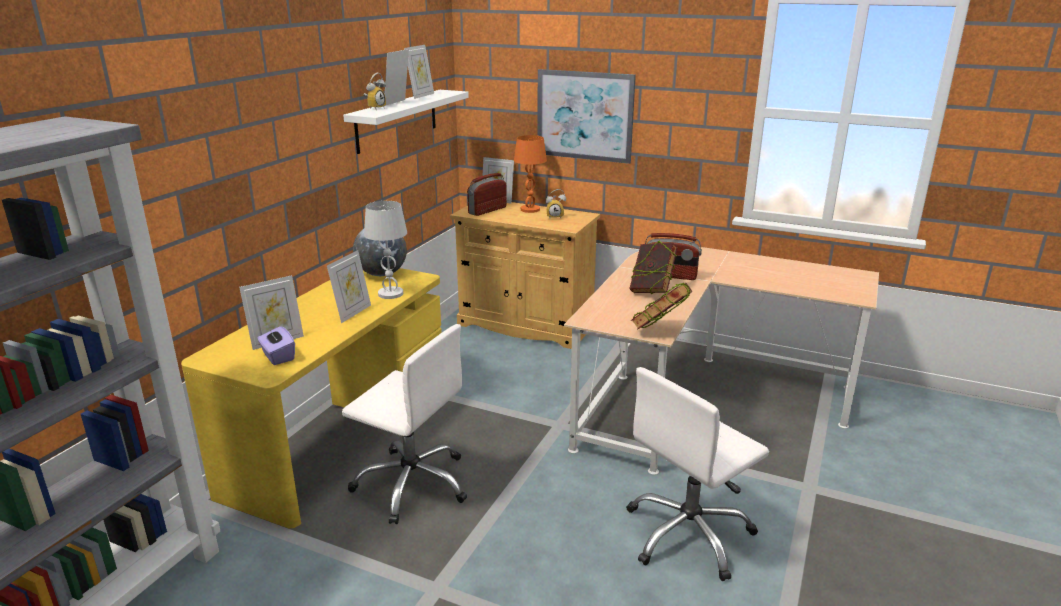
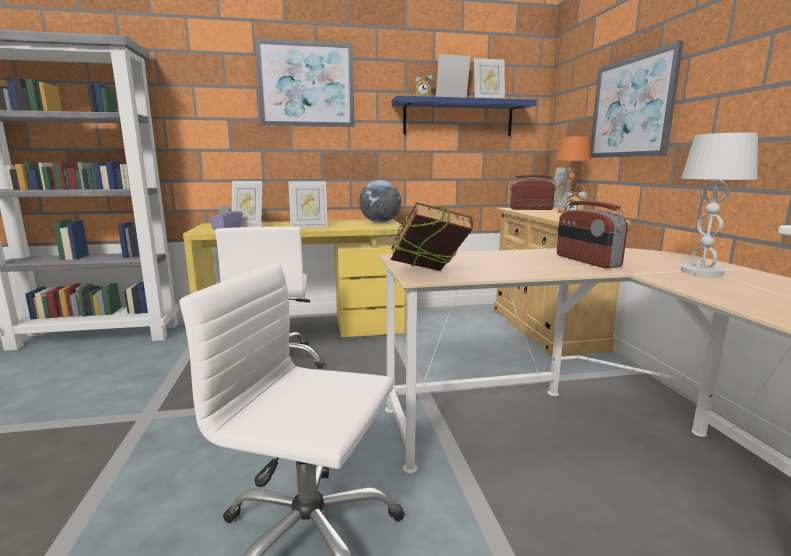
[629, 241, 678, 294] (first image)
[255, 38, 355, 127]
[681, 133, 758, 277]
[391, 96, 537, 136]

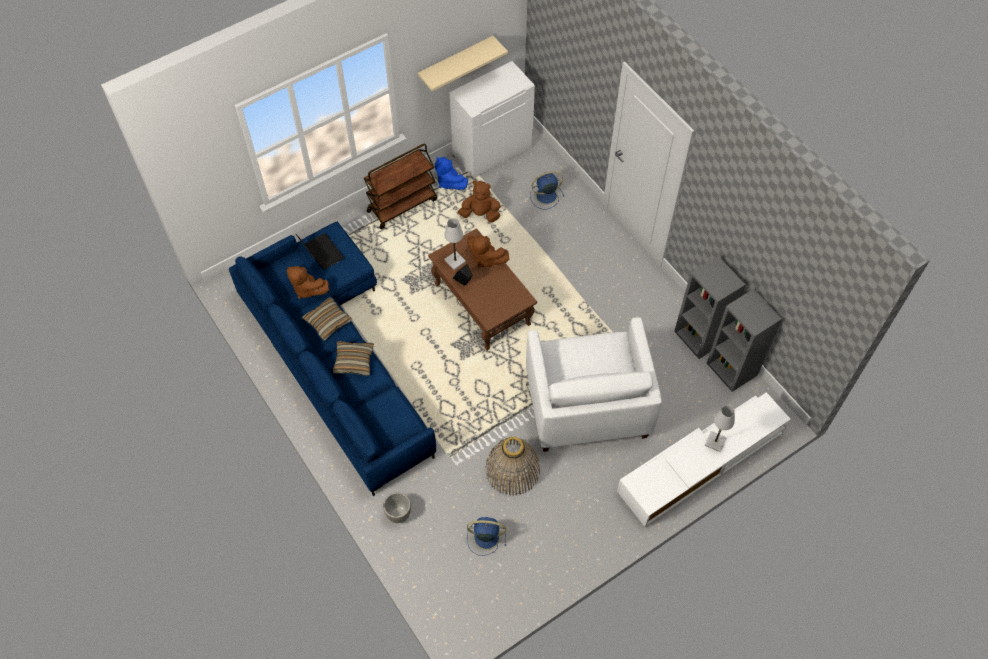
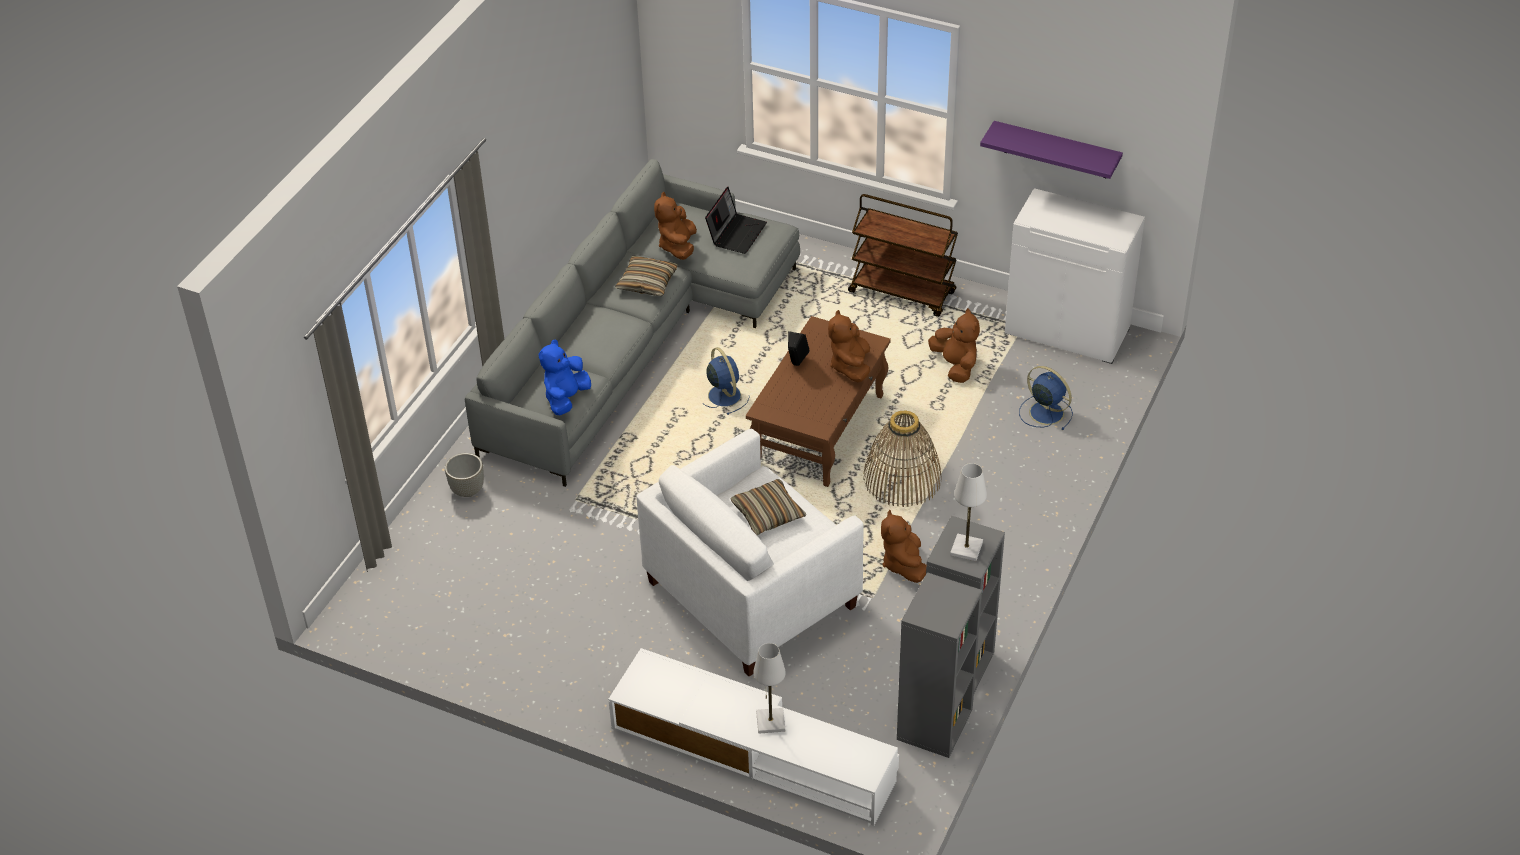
[881, 510, 926, 583]
[730, 479, 806, 535]
[539, 339, 591, 415]
[950, 463, 987, 561]
[704, 347, 750, 415]
[863, 410, 941, 507]
[465, 159, 800, 487]
[980, 121, 1123, 179]

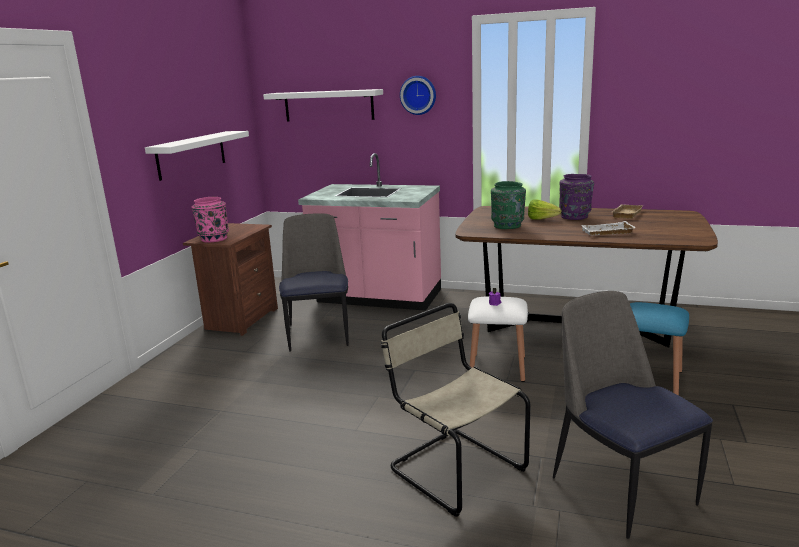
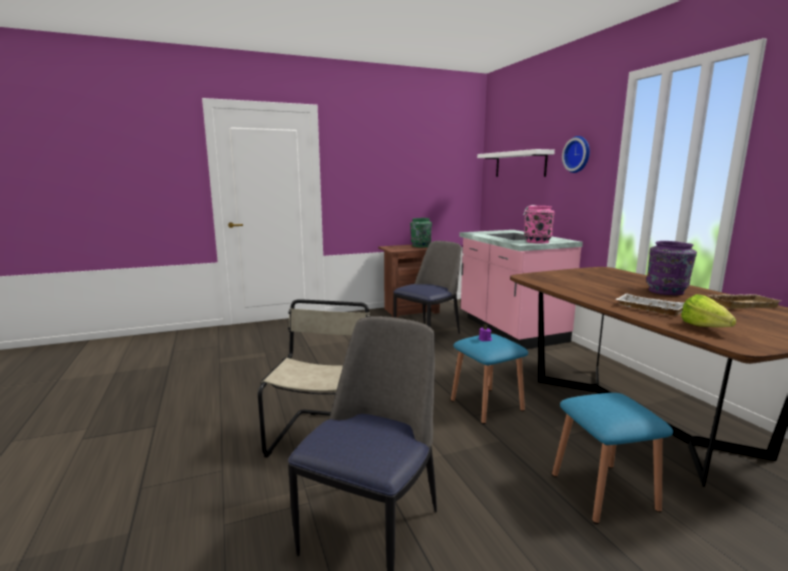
[145, 131, 249, 181] (first image)
[524, 206, 555, 244]
[410, 218, 432, 247]
[681, 294, 736, 327]
[451, 334, 528, 424]

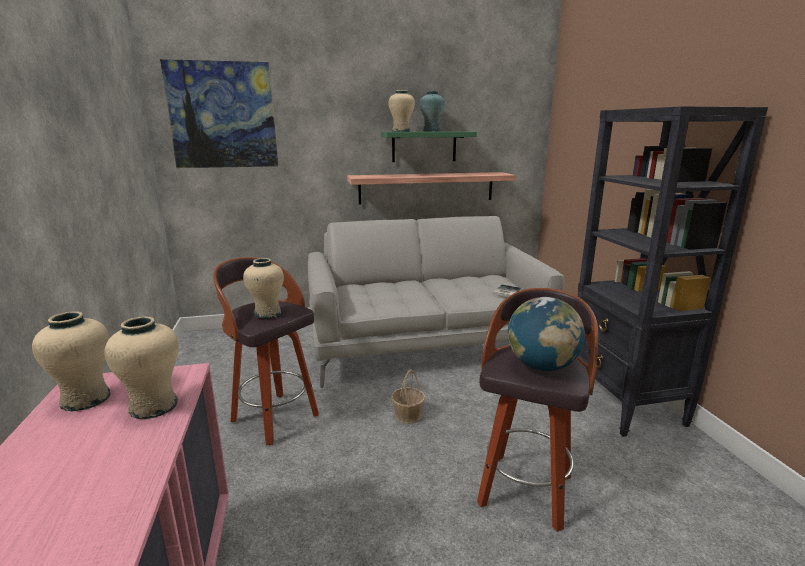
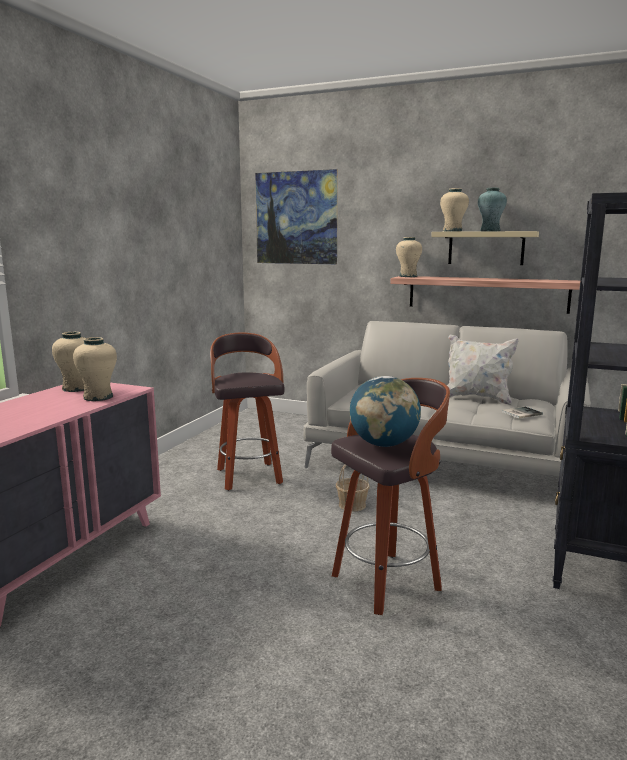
[447, 334, 519, 405]
[396, 237, 422, 277]
[431, 231, 539, 265]

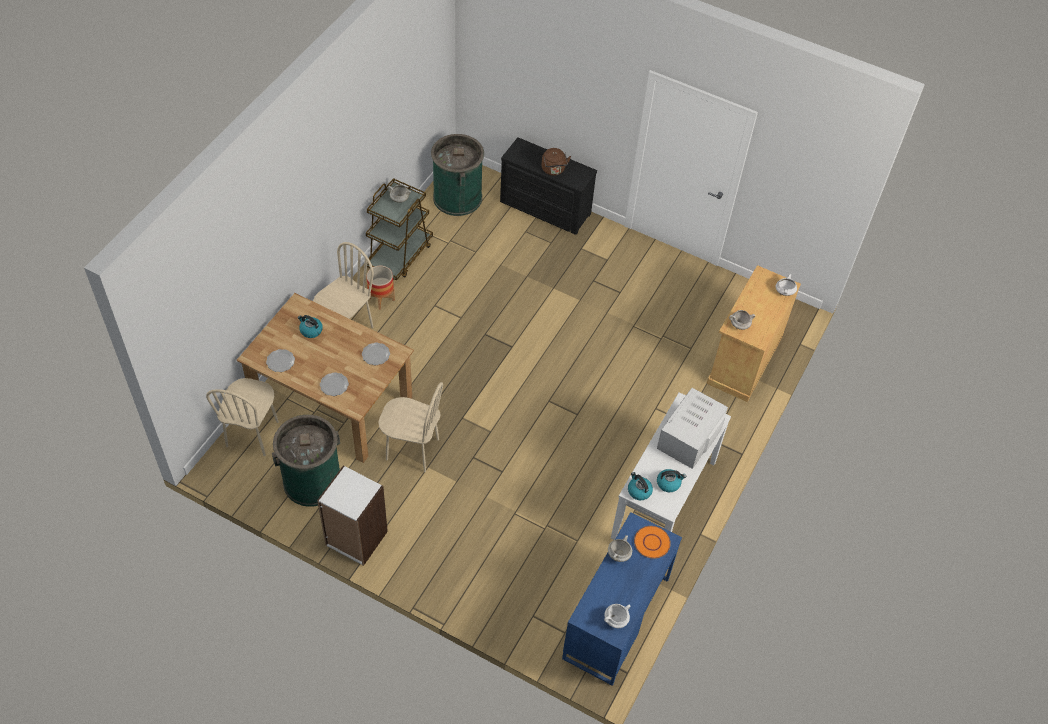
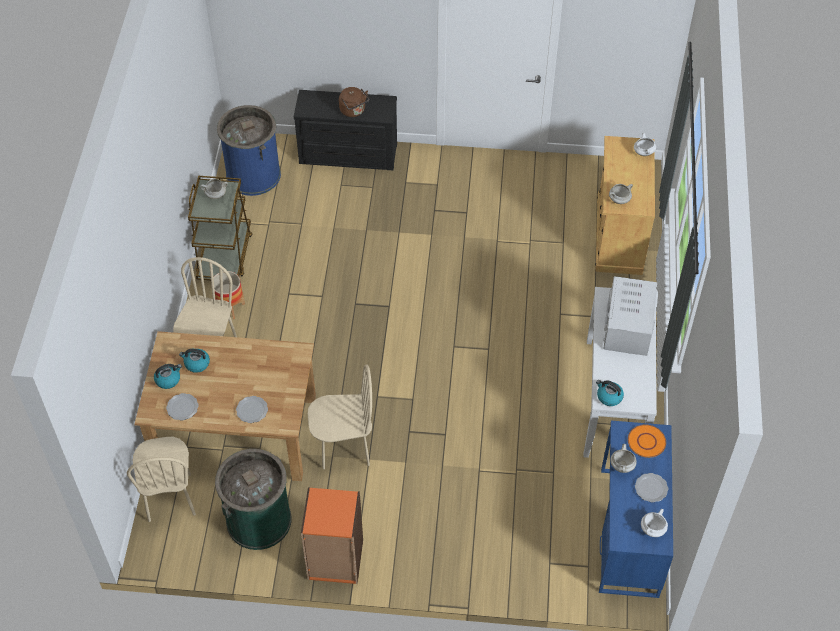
[635, 473, 668, 502]
[154, 364, 182, 389]
[301, 487, 363, 584]
[217, 105, 281, 196]

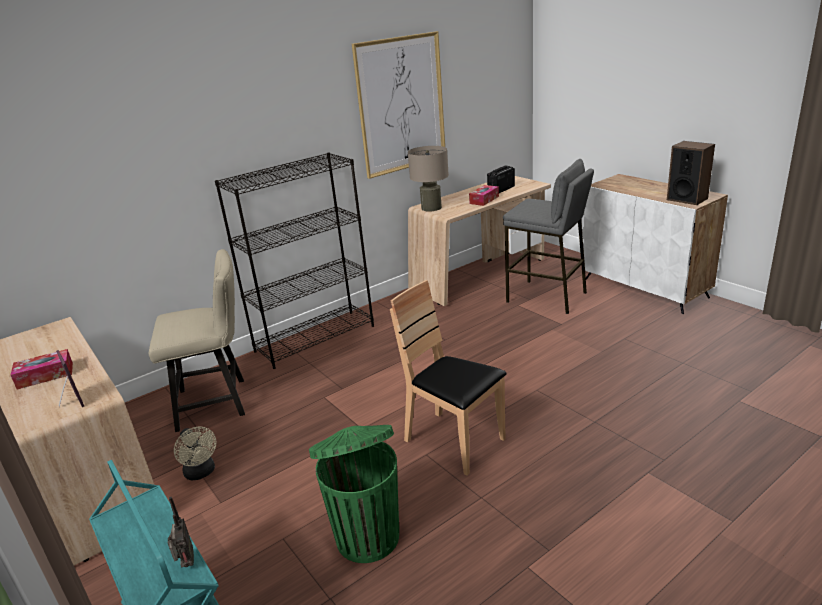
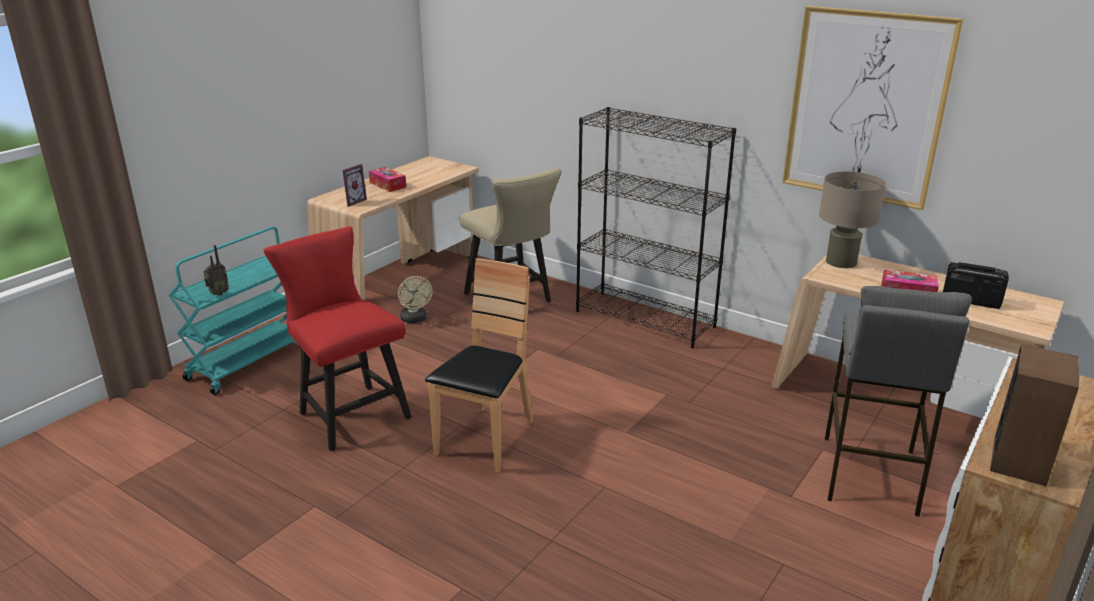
[264, 226, 412, 451]
[398, 276, 433, 323]

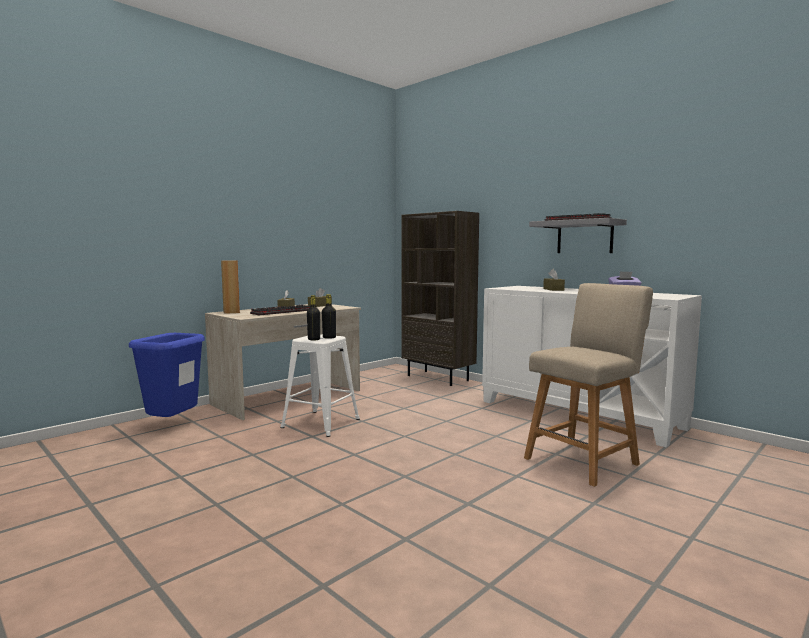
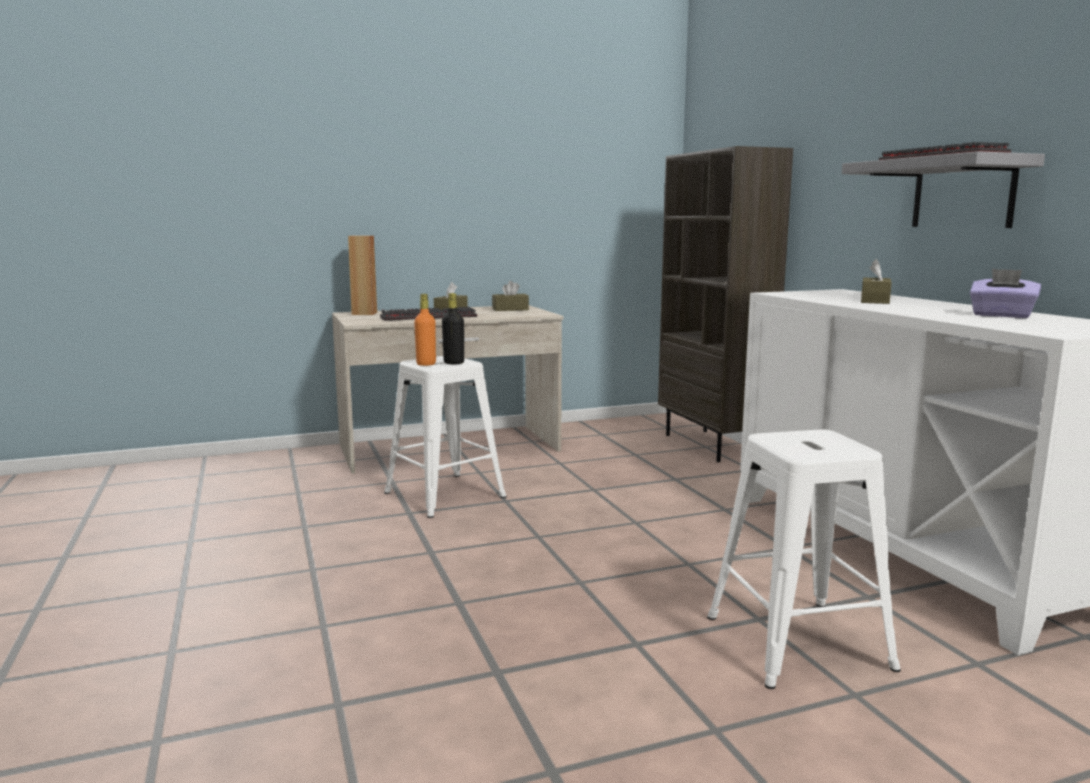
[129, 333, 205, 417] (first image)
[707, 429, 901, 689]
[414, 294, 436, 366]

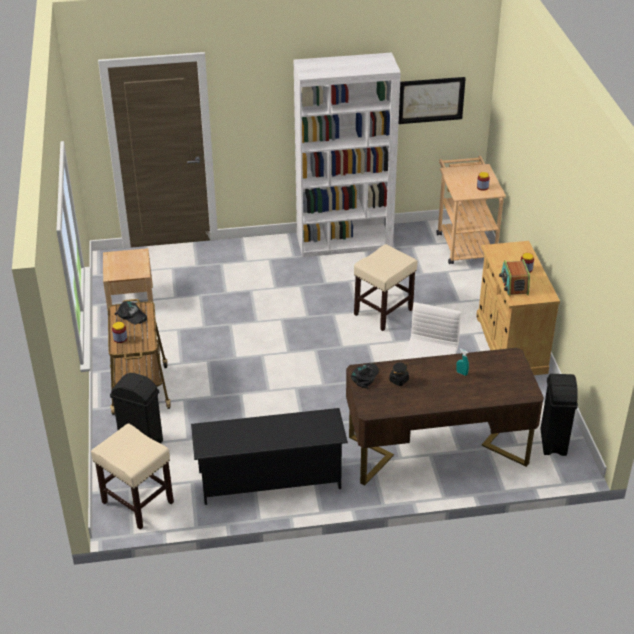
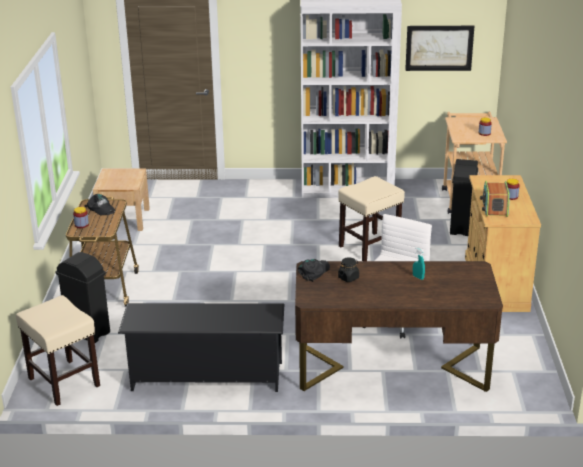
[450, 159, 478, 236]

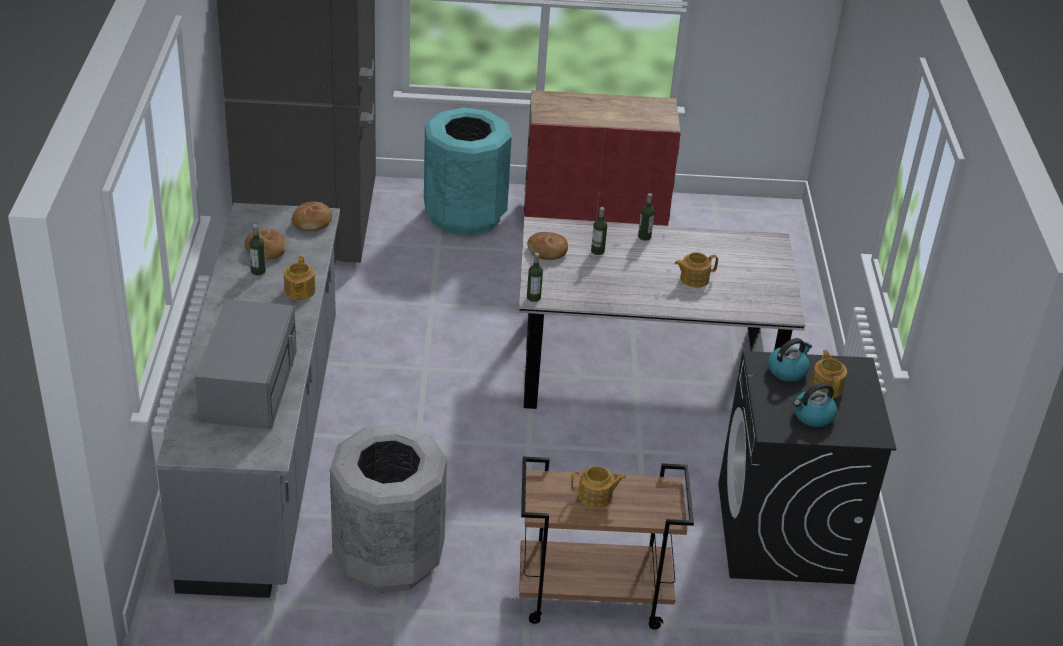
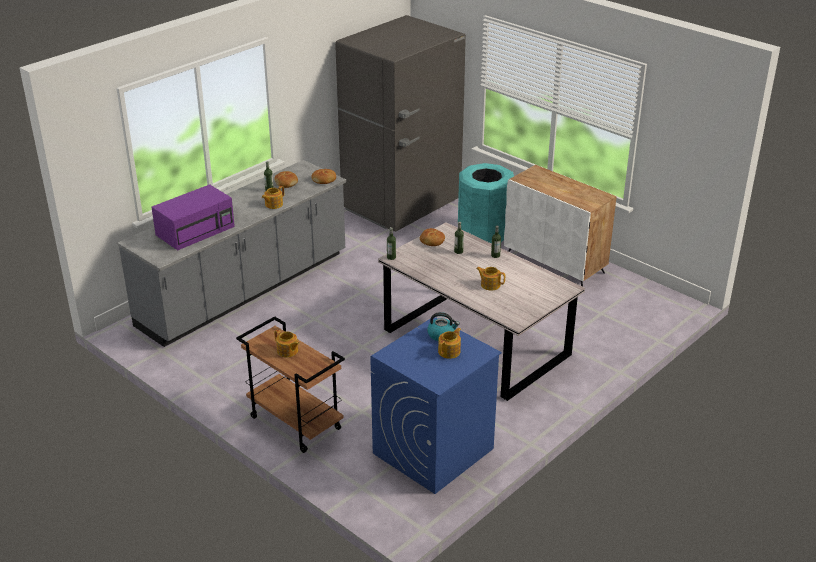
[330, 424, 447, 593] (first image)
[793, 383, 837, 427] (first image)
[151, 184, 235, 250]
[504, 165, 617, 287]
[370, 317, 502, 494]

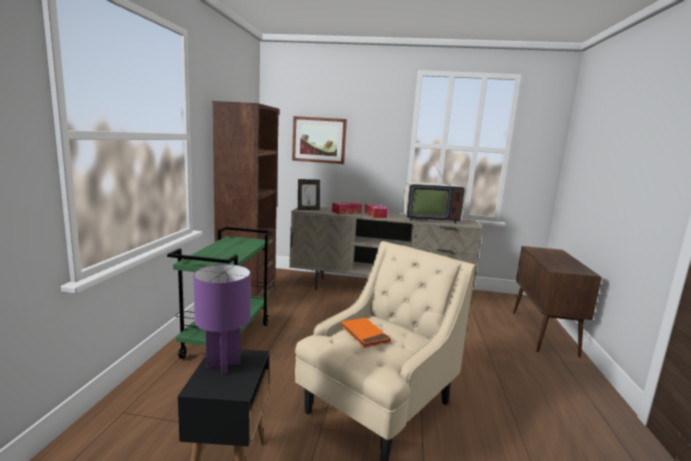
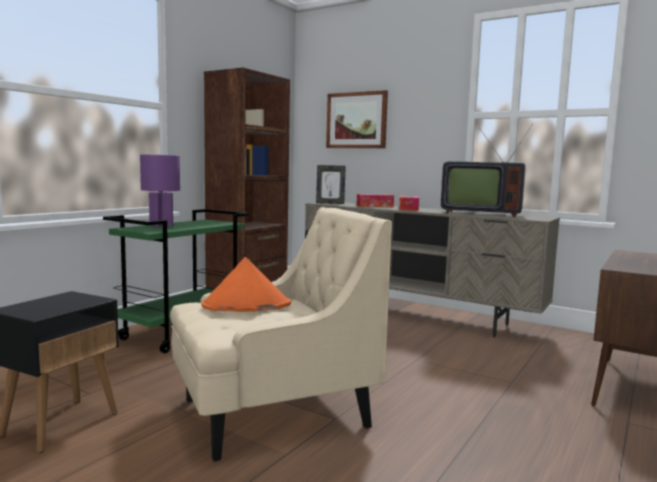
[140, 154, 180, 227]
[201, 257, 291, 312]

